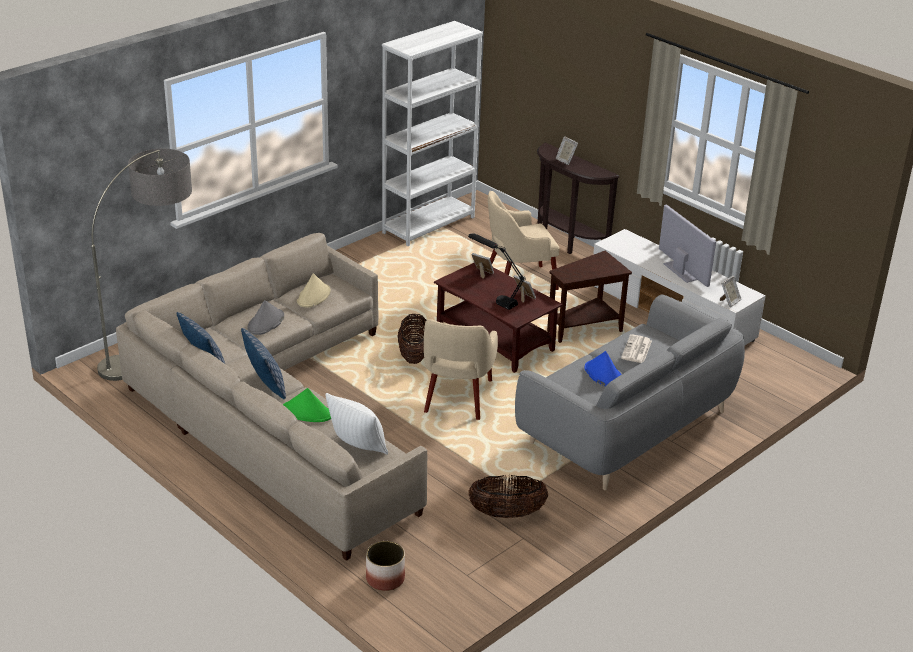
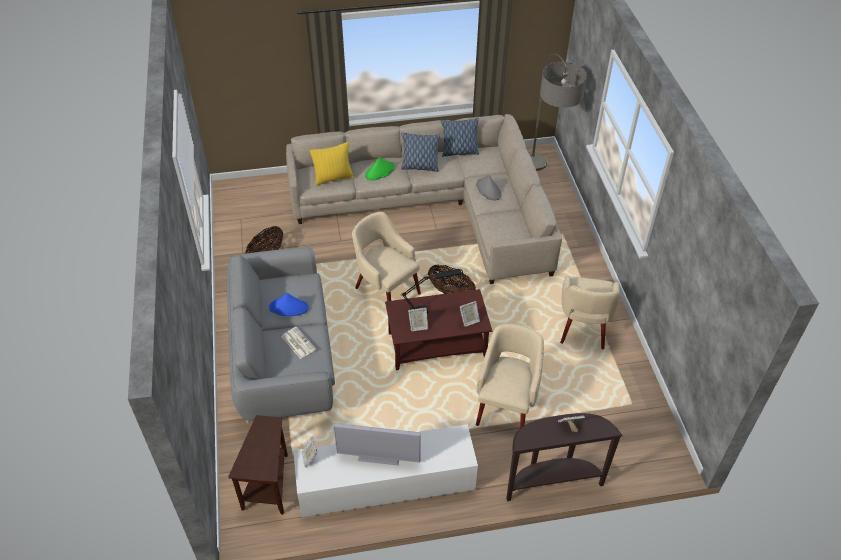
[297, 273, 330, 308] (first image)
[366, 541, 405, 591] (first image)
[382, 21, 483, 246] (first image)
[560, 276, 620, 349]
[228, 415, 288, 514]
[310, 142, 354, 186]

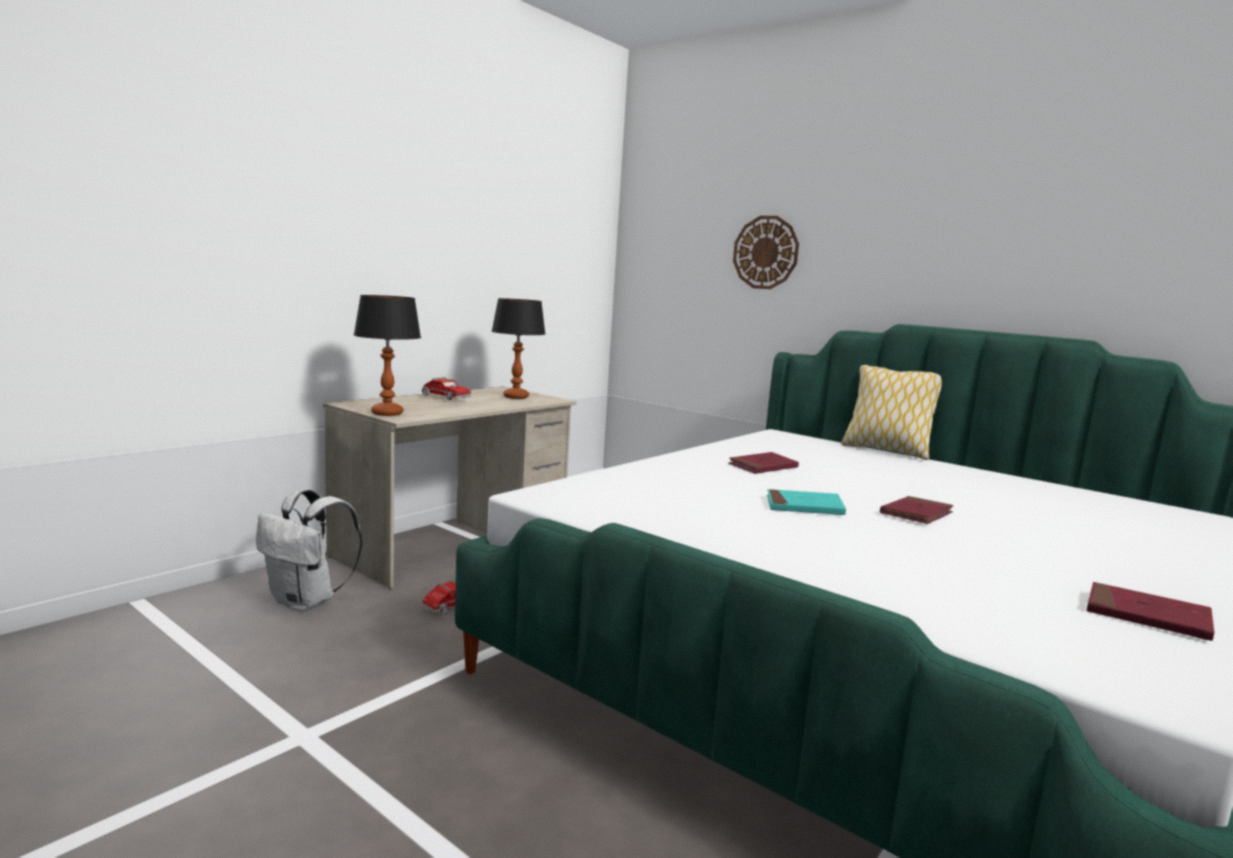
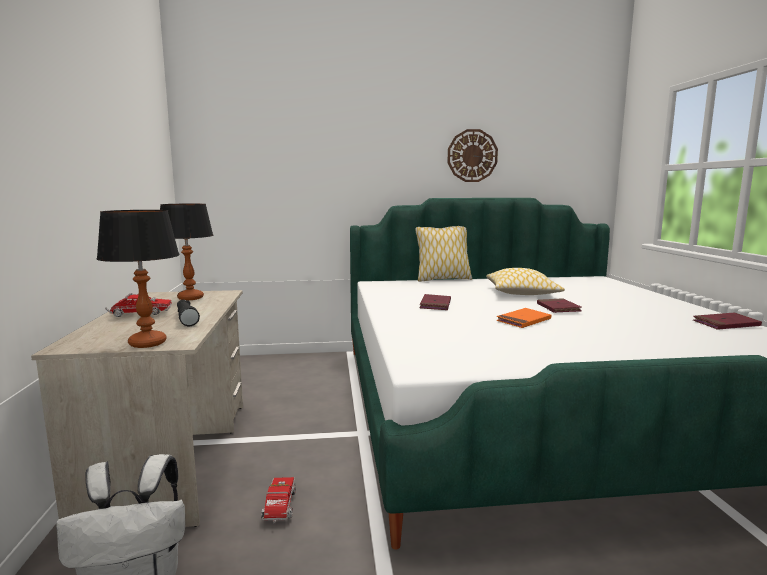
[177, 300, 200, 326]
[486, 268, 565, 295]
[447, 129, 498, 182]
[497, 308, 551, 328]

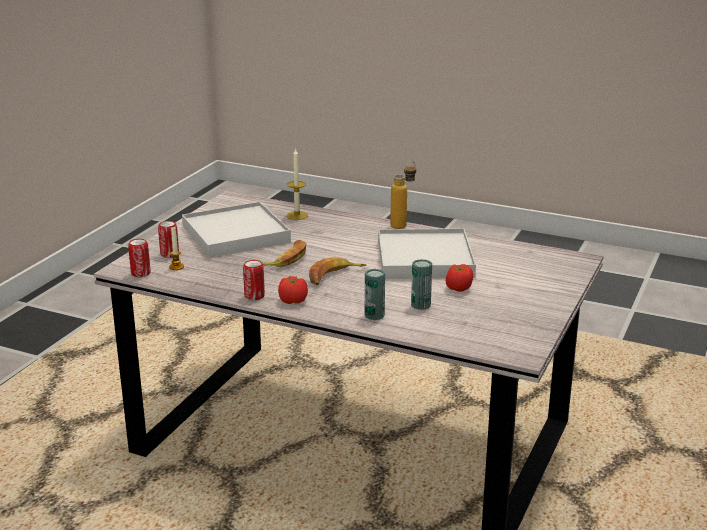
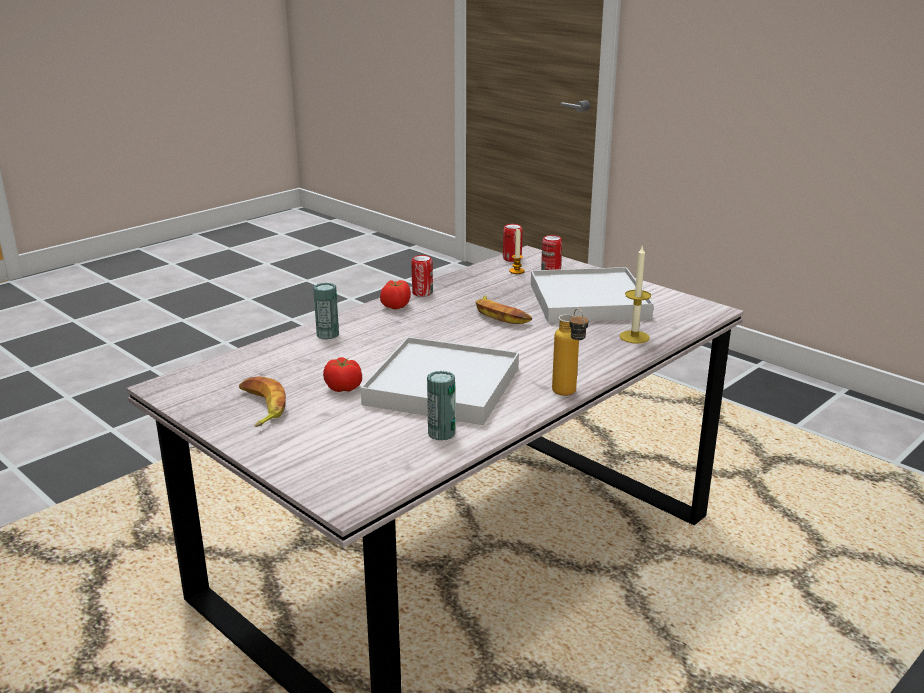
[239, 376, 286, 427]
[427, 371, 455, 441]

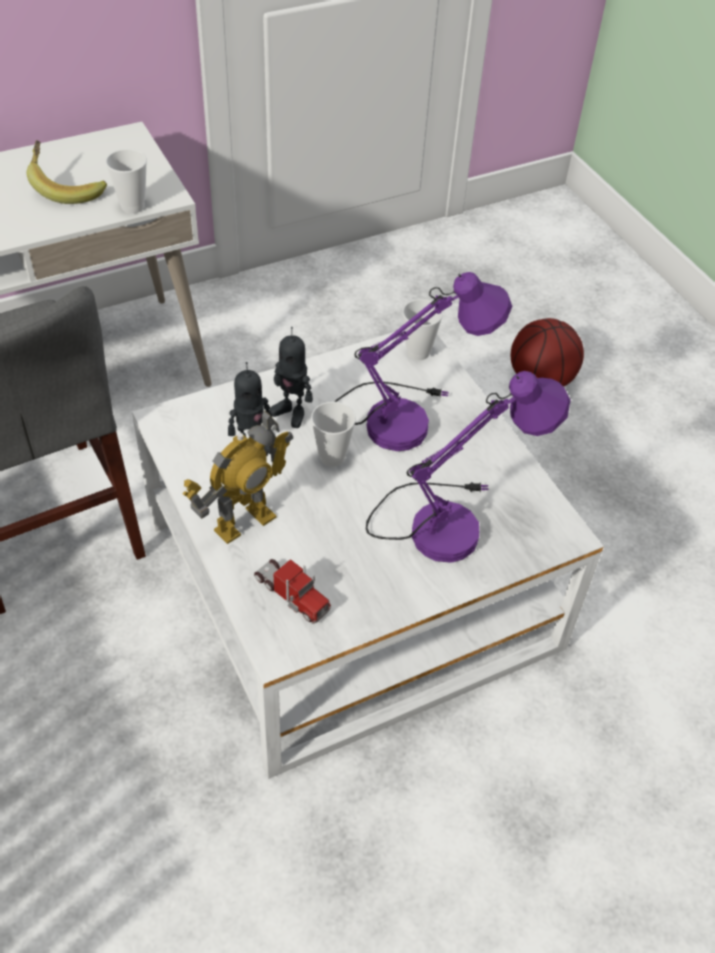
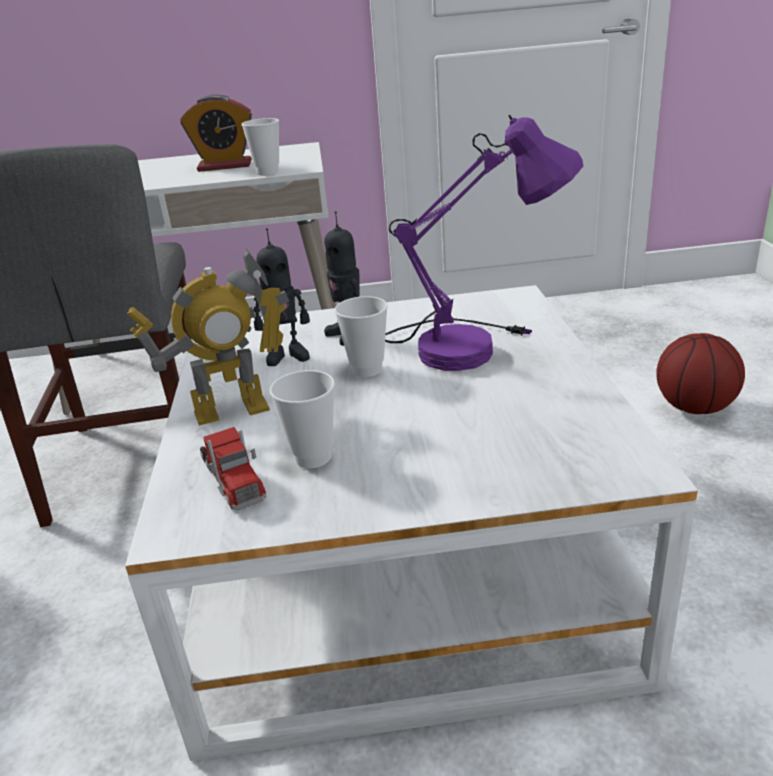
[366, 371, 571, 563] (first image)
[270, 370, 335, 468]
[180, 95, 252, 172]

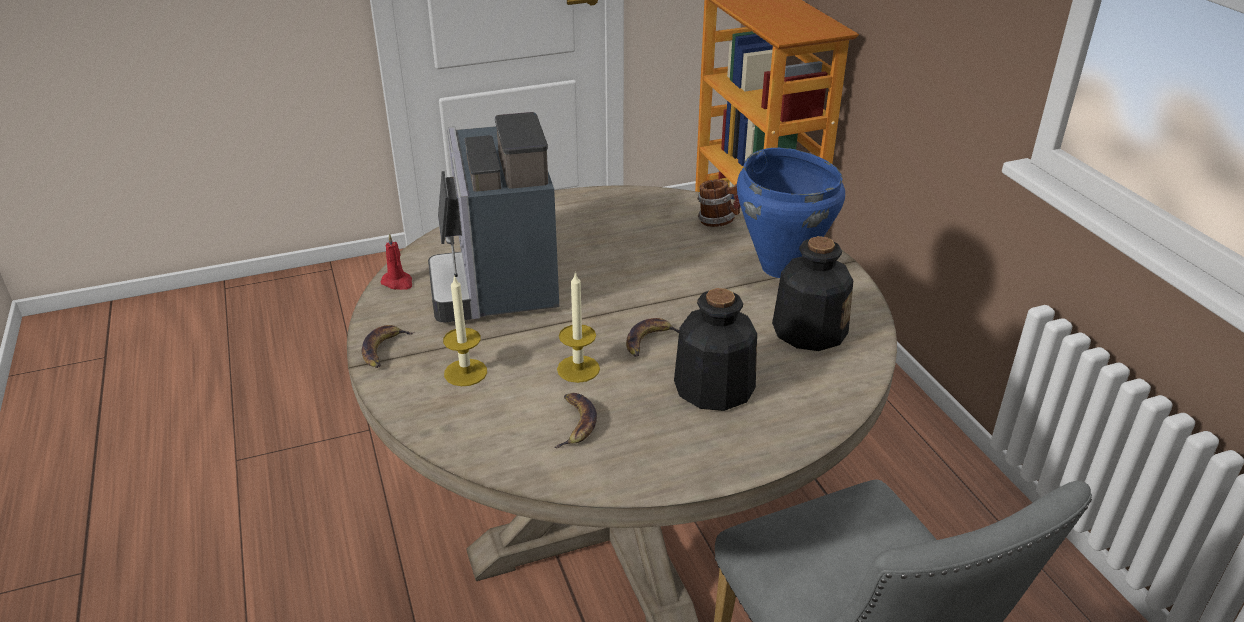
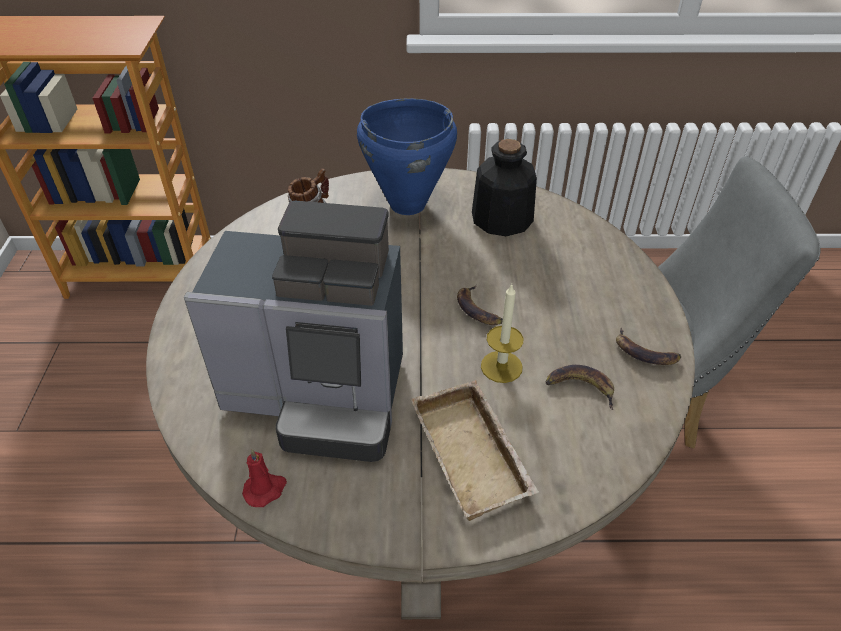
[674, 288, 757, 411] (first image)
[616, 328, 681, 365]
[411, 380, 539, 521]

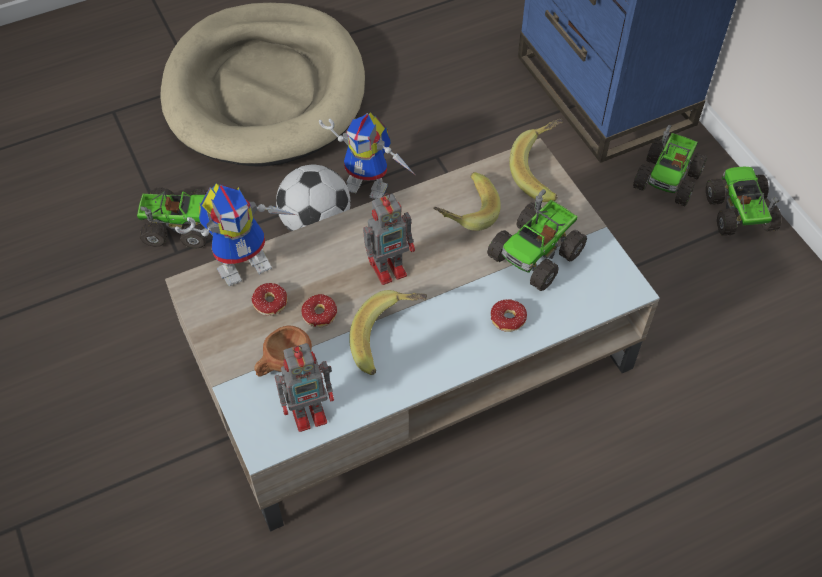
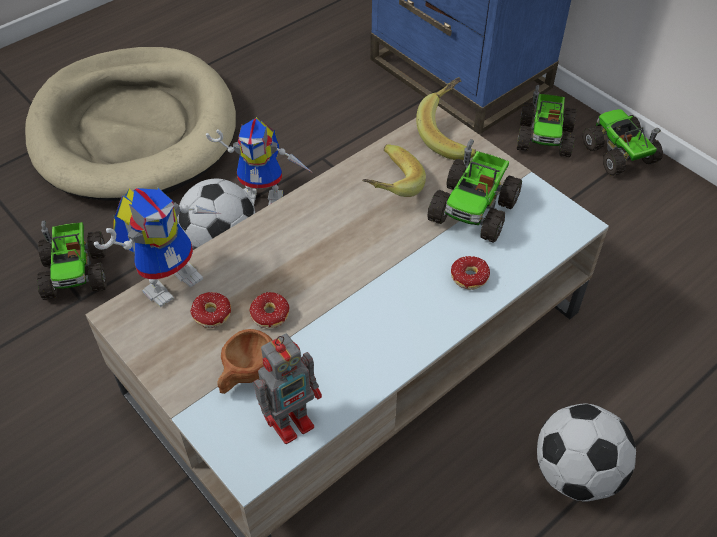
[349, 290, 427, 375] (first image)
[363, 193, 415, 285] (first image)
[537, 403, 636, 502]
[37, 221, 107, 300]

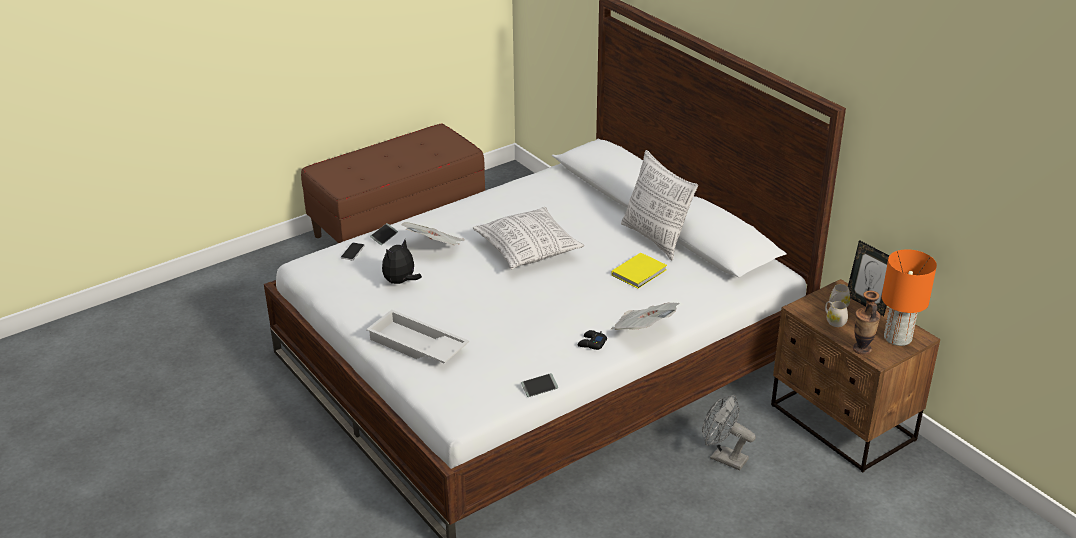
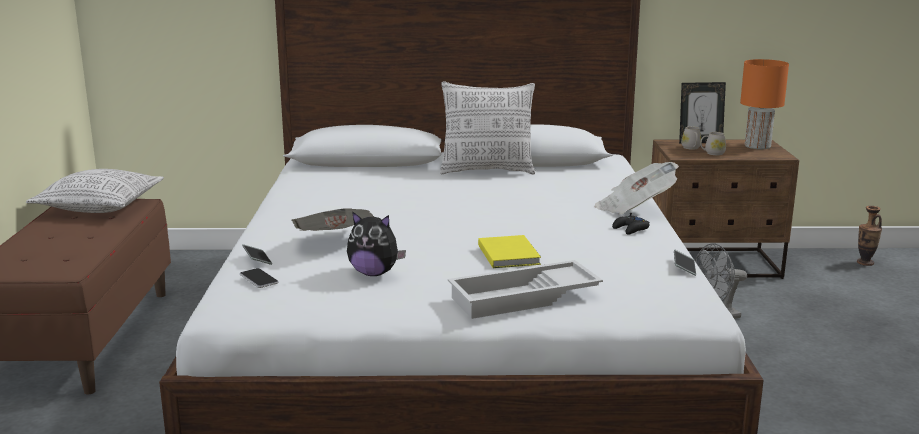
[26, 169, 164, 213]
[478, 235, 541, 268]
[857, 206, 882, 266]
[347, 211, 406, 276]

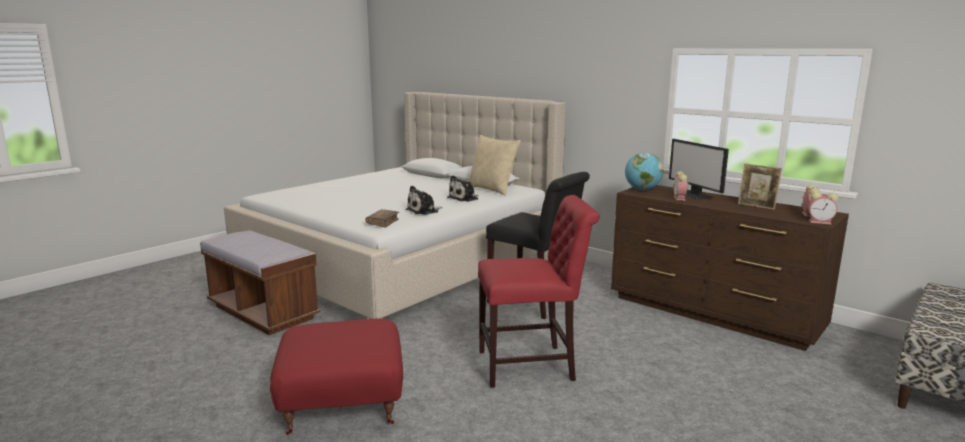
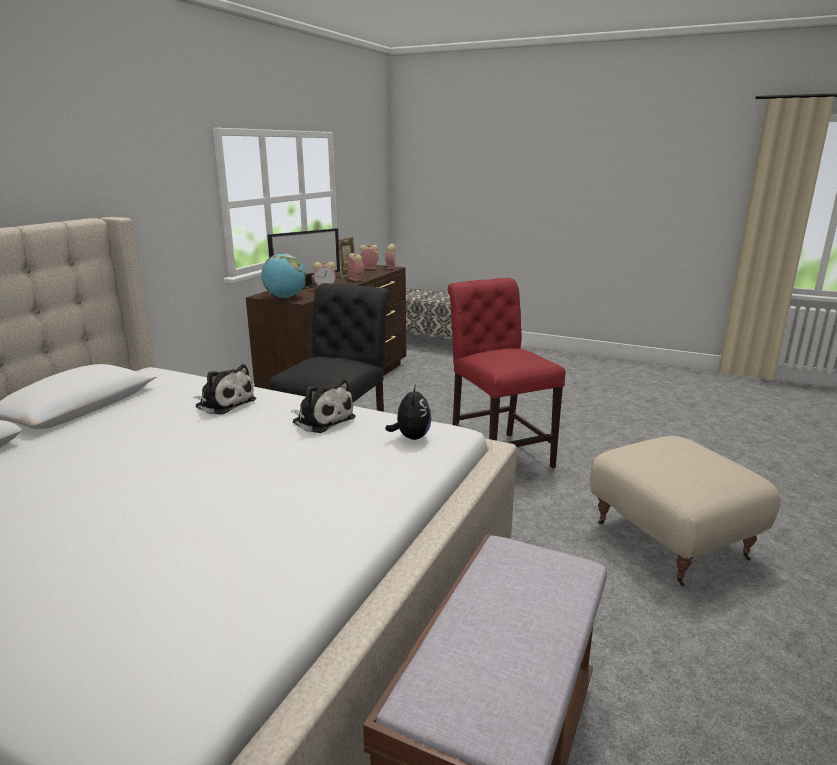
[467, 135, 521, 196] (first image)
[347, 253, 364, 281]
[385, 384, 432, 440]
[590, 436, 781, 586]

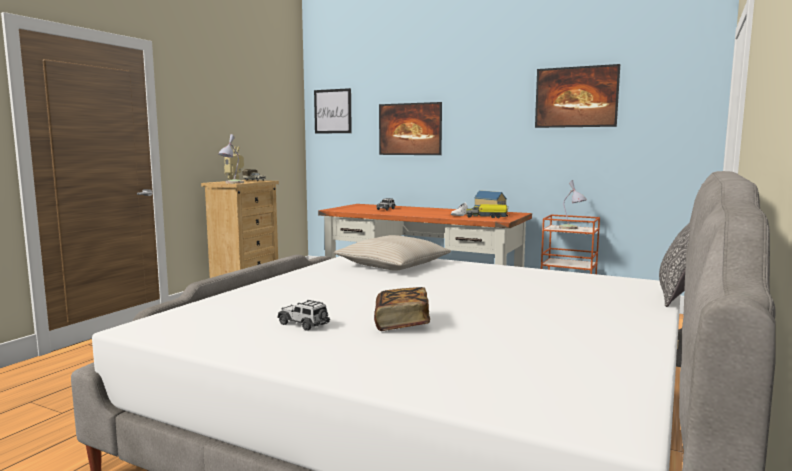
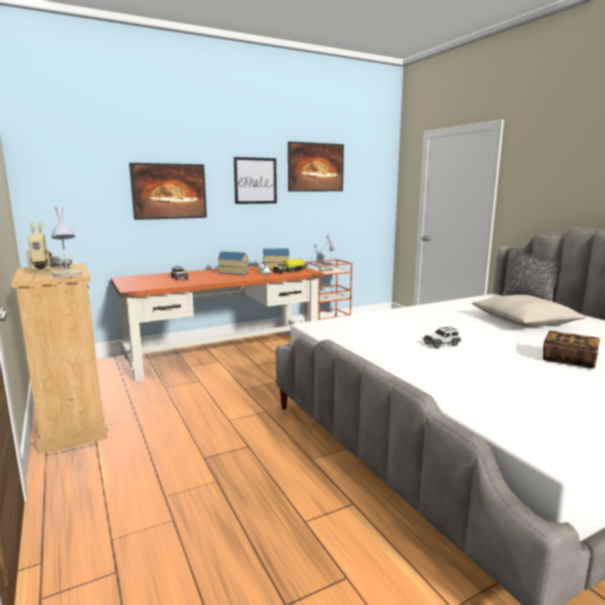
[218, 251, 249, 275]
[423, 326, 461, 349]
[234, 157, 277, 204]
[472, 295, 587, 327]

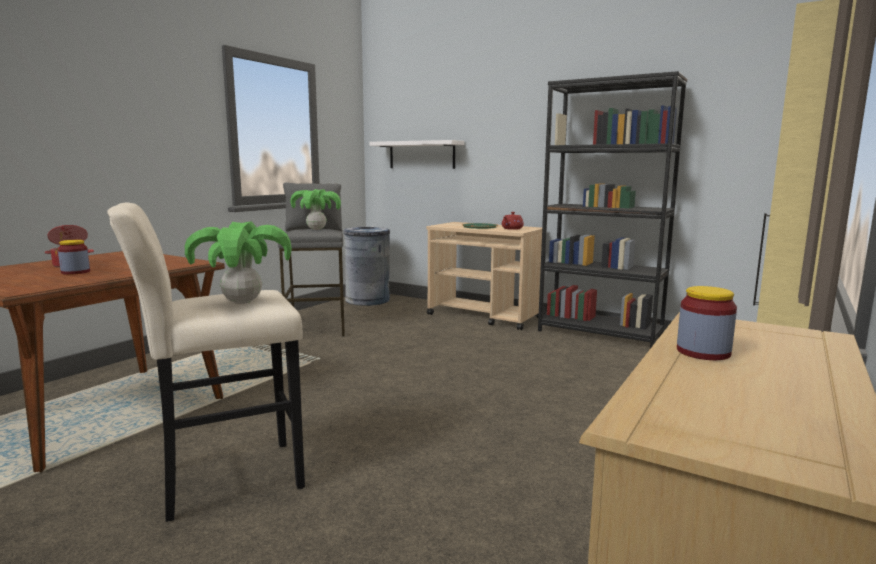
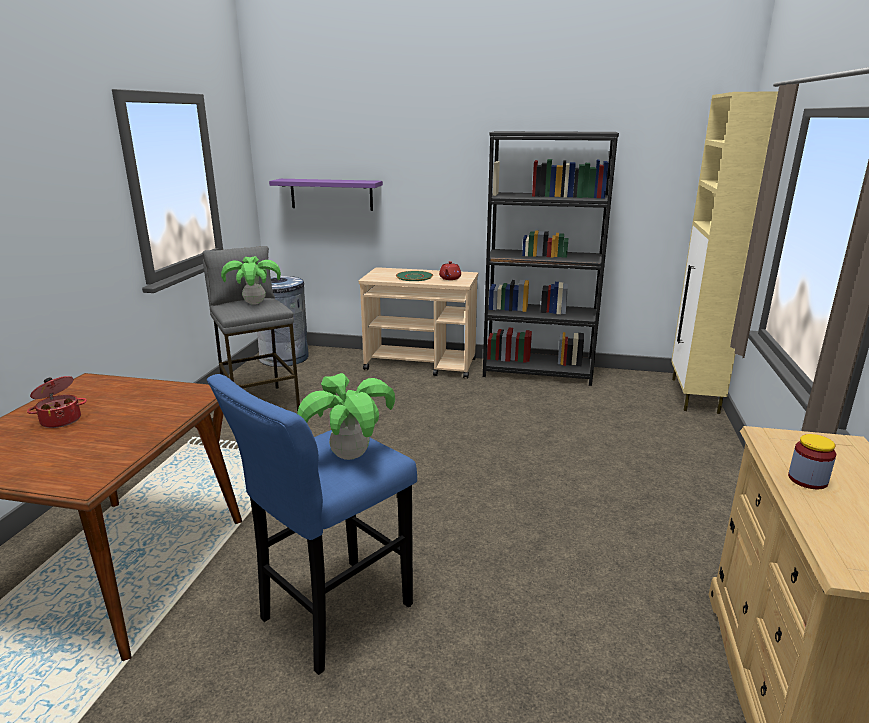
[58, 240, 90, 275] (first image)
[207, 374, 417, 675]
[269, 179, 383, 211]

